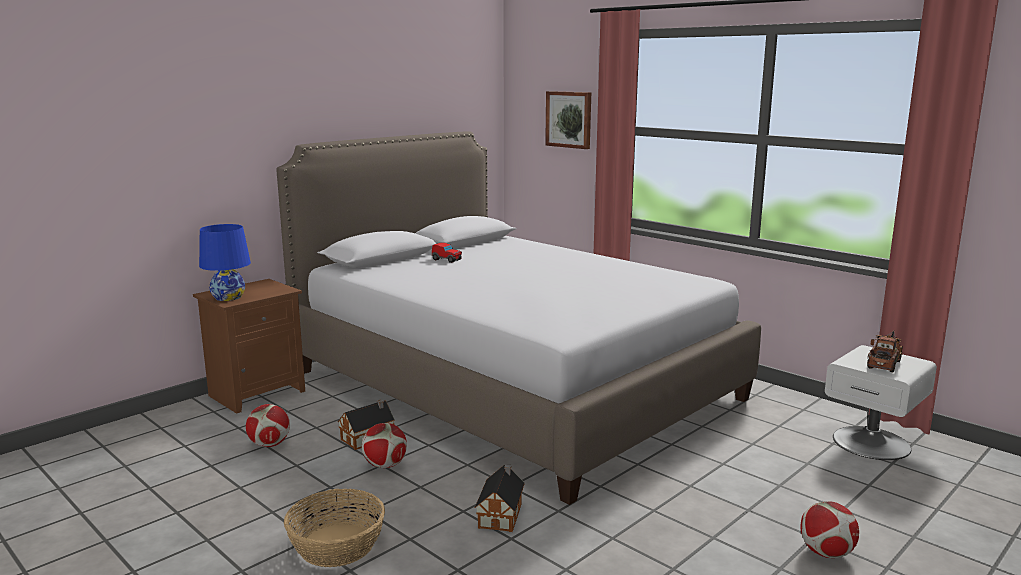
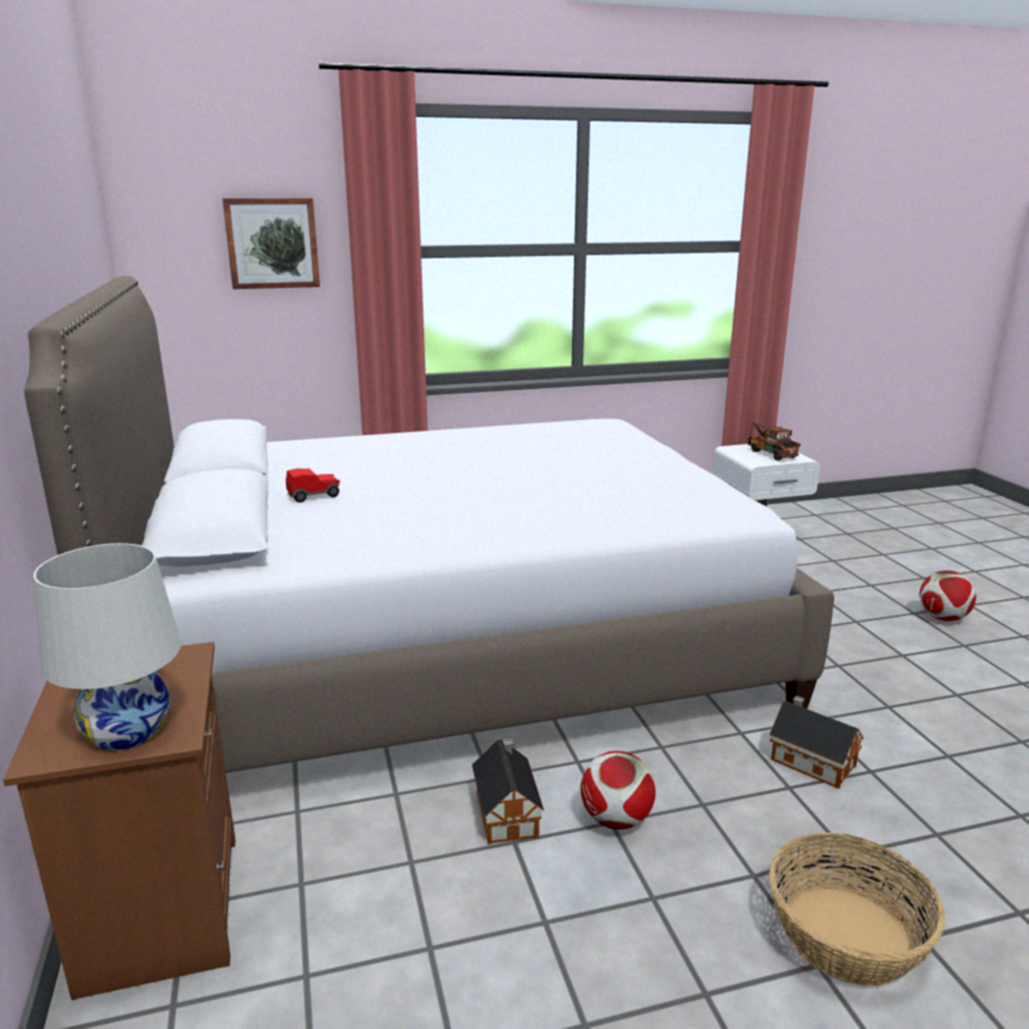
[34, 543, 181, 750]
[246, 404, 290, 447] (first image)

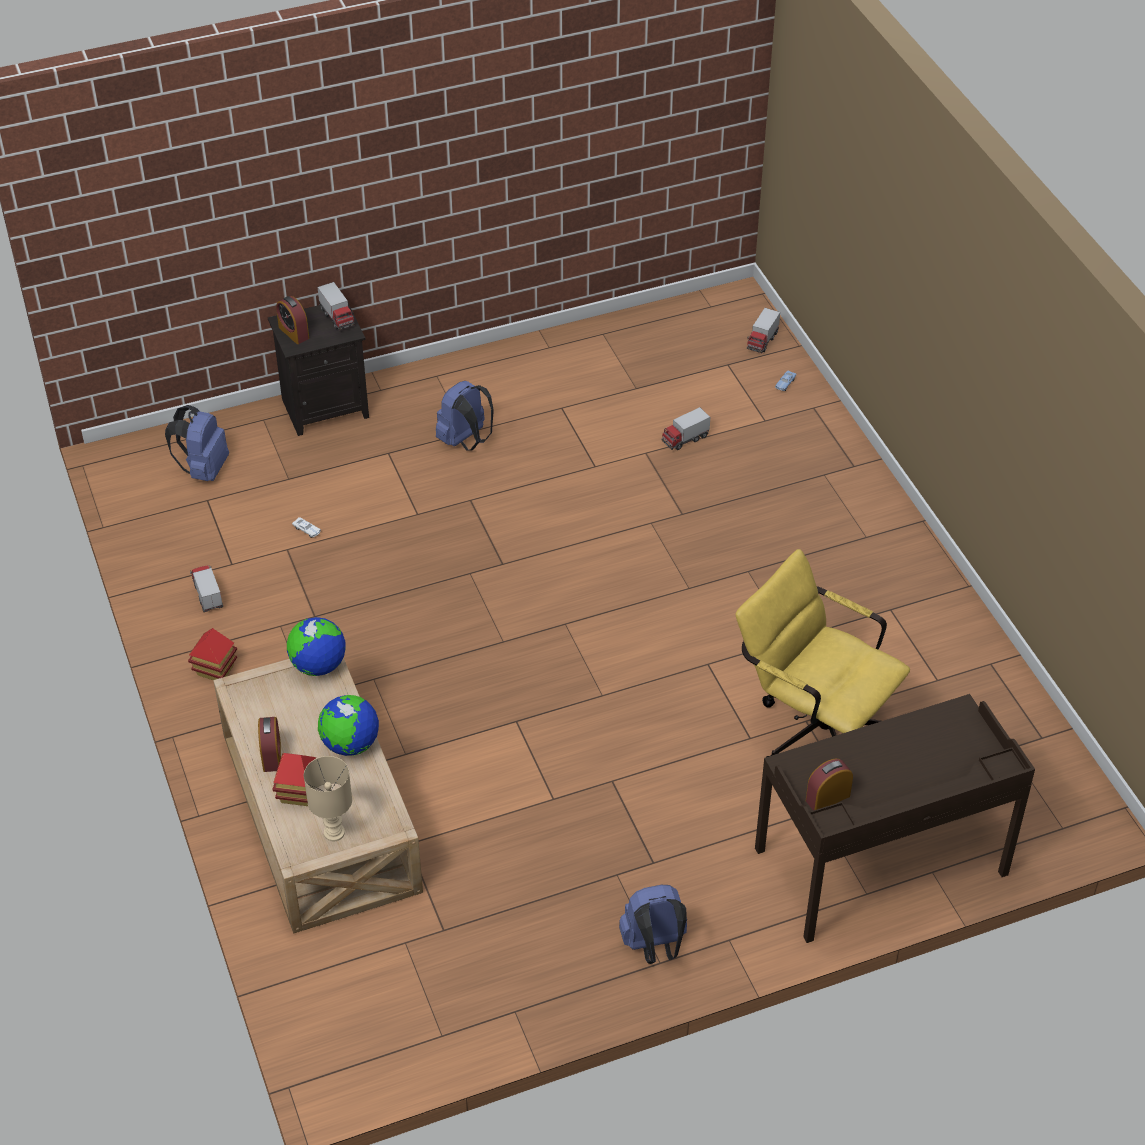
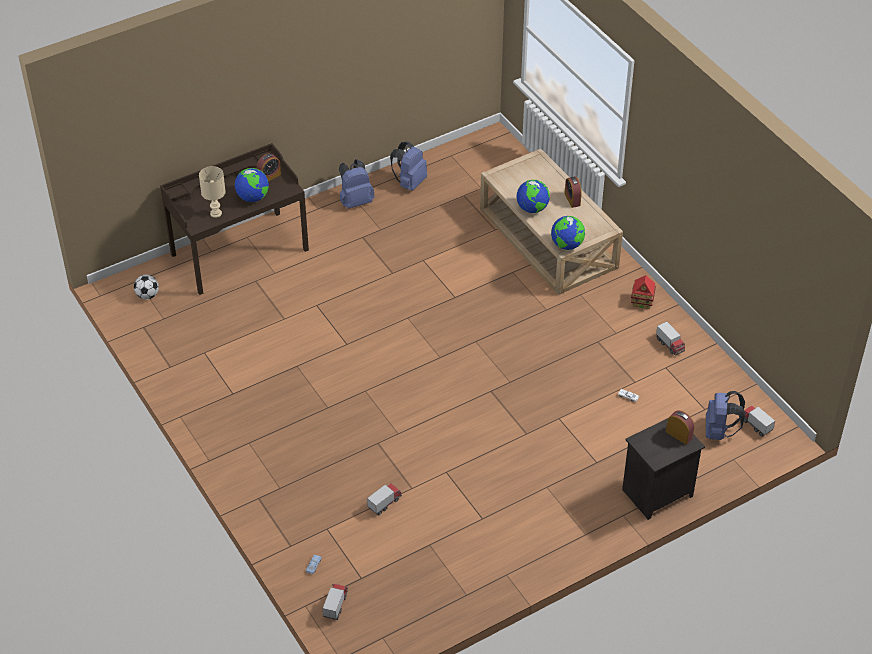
[744, 406, 775, 437]
[390, 141, 427, 191]
[736, 549, 910, 757] (first image)
[273, 753, 317, 806] (first image)
[199, 166, 226, 218]
[235, 168, 269, 202]
[134, 275, 159, 299]

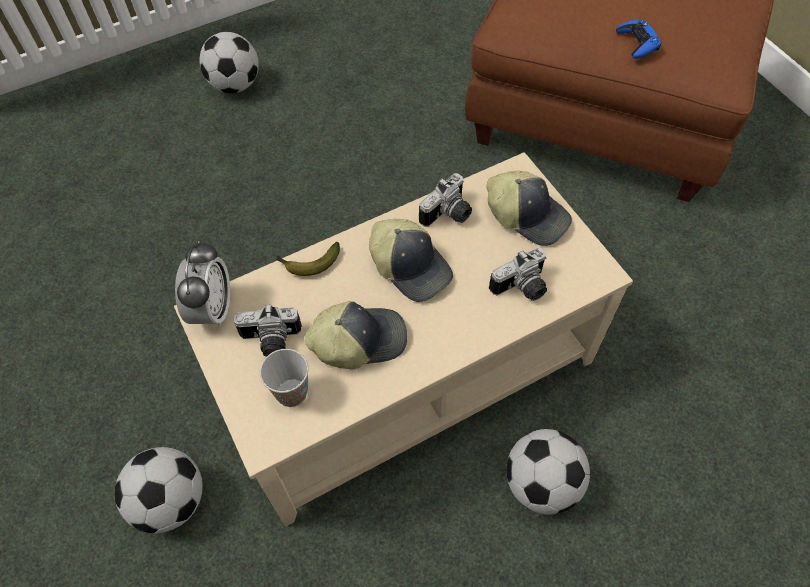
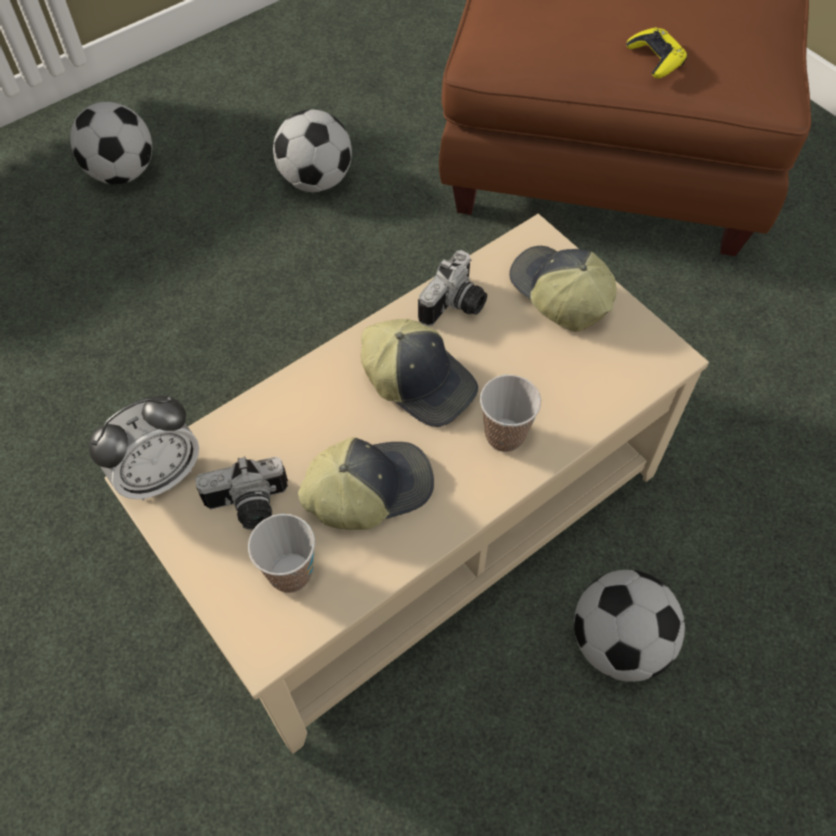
[626, 27, 687, 78]
[509, 246, 617, 332]
[89, 395, 199, 501]
[276, 242, 340, 276] (first image)
[489, 247, 547, 301] (first image)
[273, 109, 352, 192]
[480, 375, 541, 452]

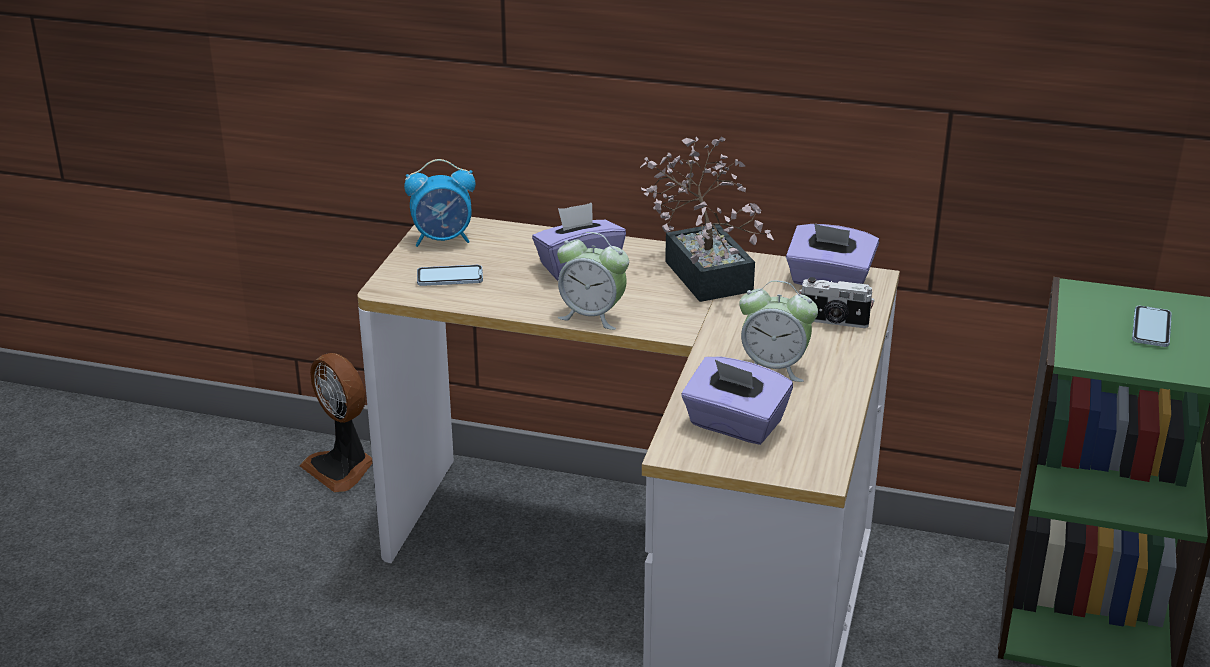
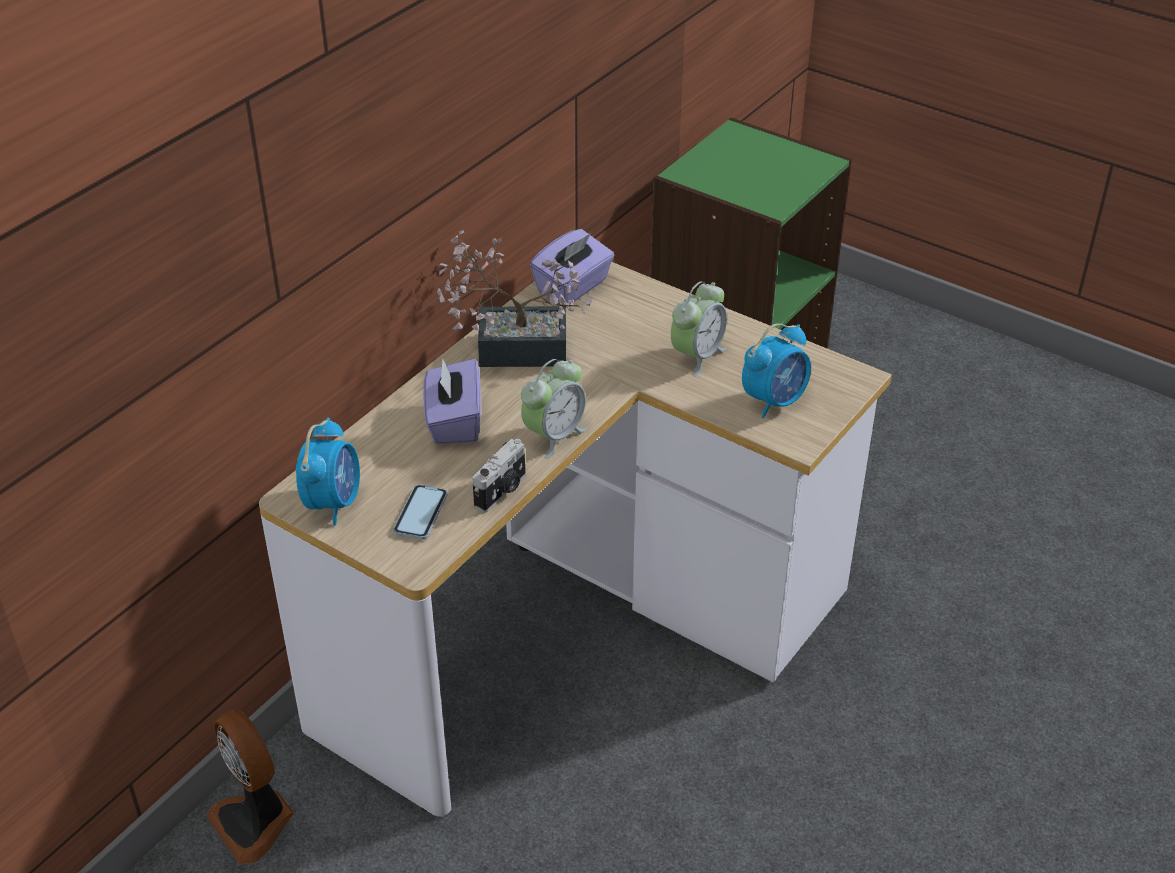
[472, 439, 526, 513]
[1132, 306, 1172, 347] (first image)
[206, 710, 294, 864]
[742, 323, 811, 418]

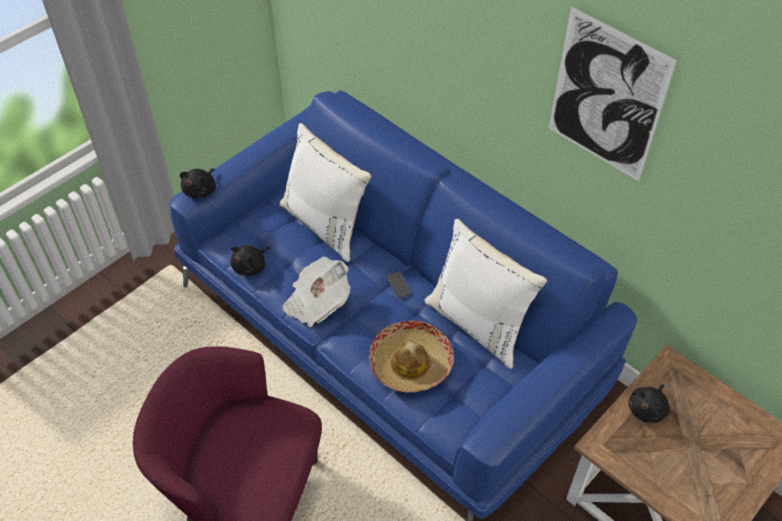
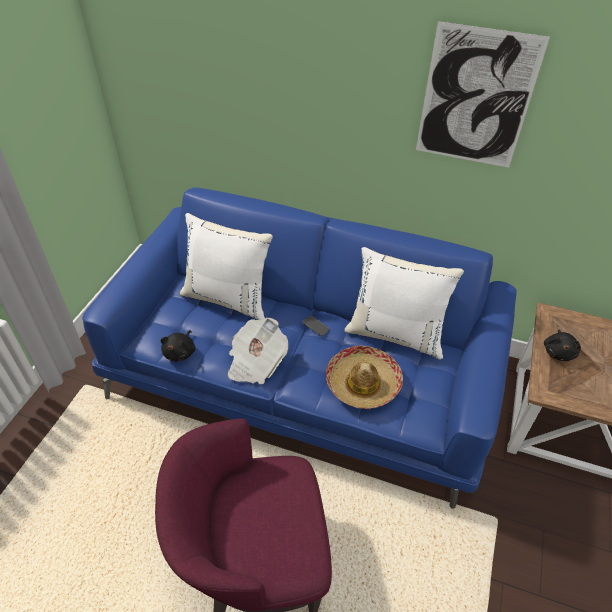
[180, 168, 216, 198] (first image)

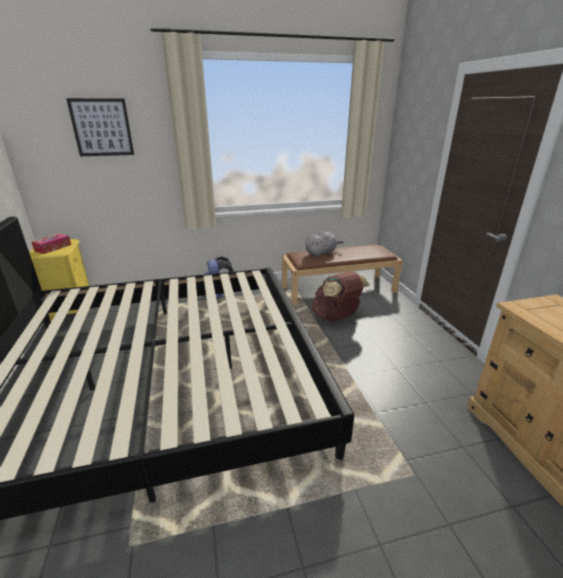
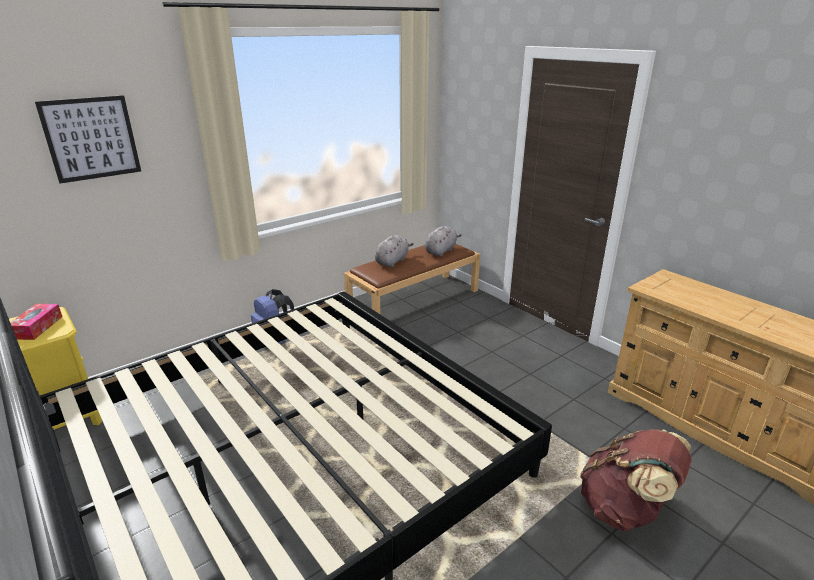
[580, 429, 692, 531]
[425, 226, 462, 256]

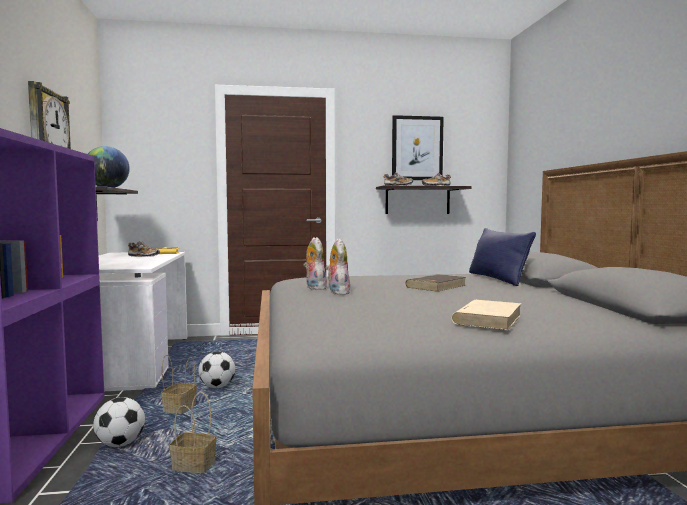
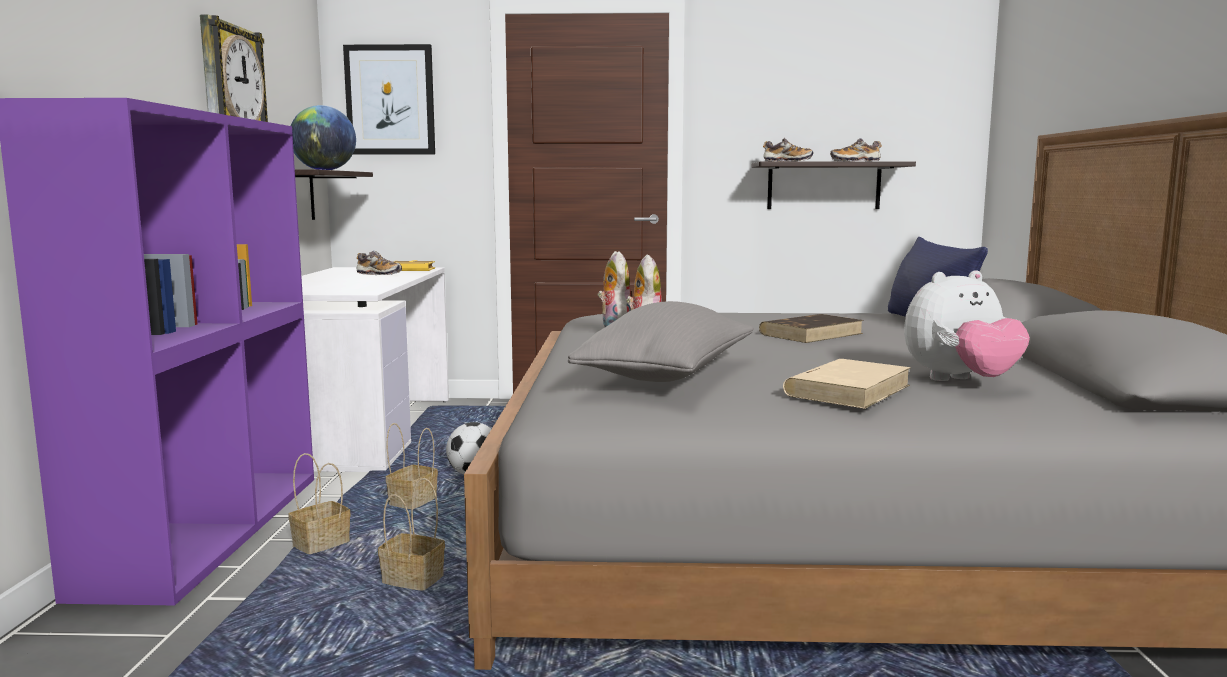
[343, 44, 435, 154]
[288, 453, 350, 554]
[904, 270, 1030, 381]
[568, 301, 754, 382]

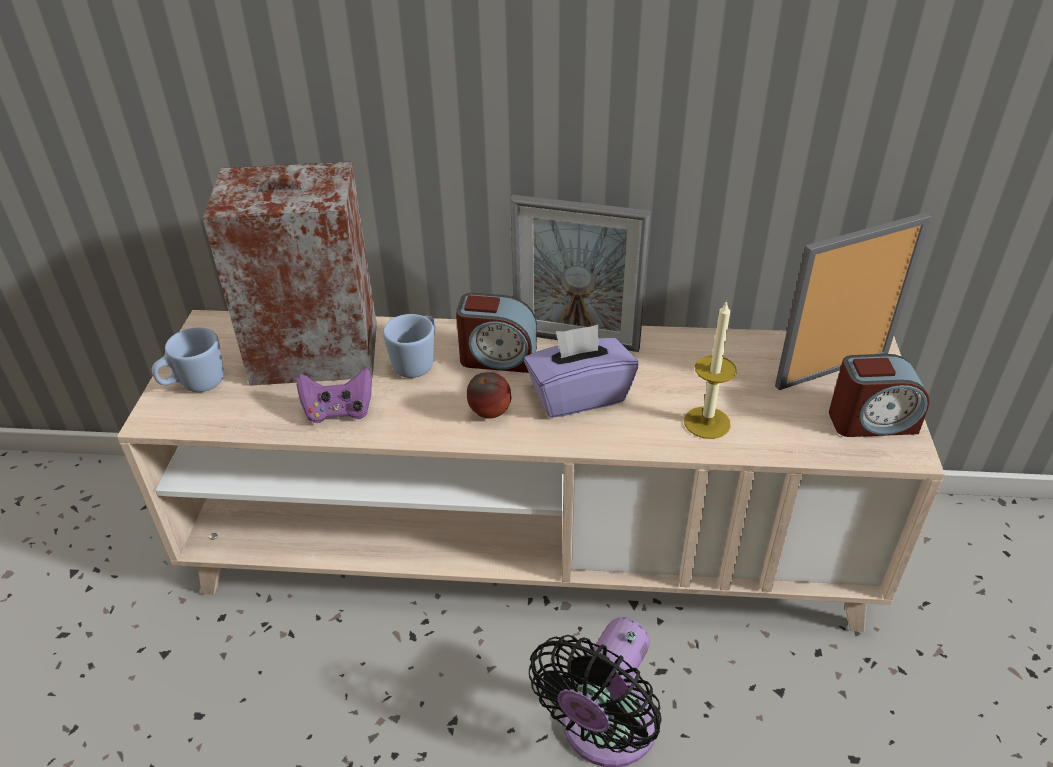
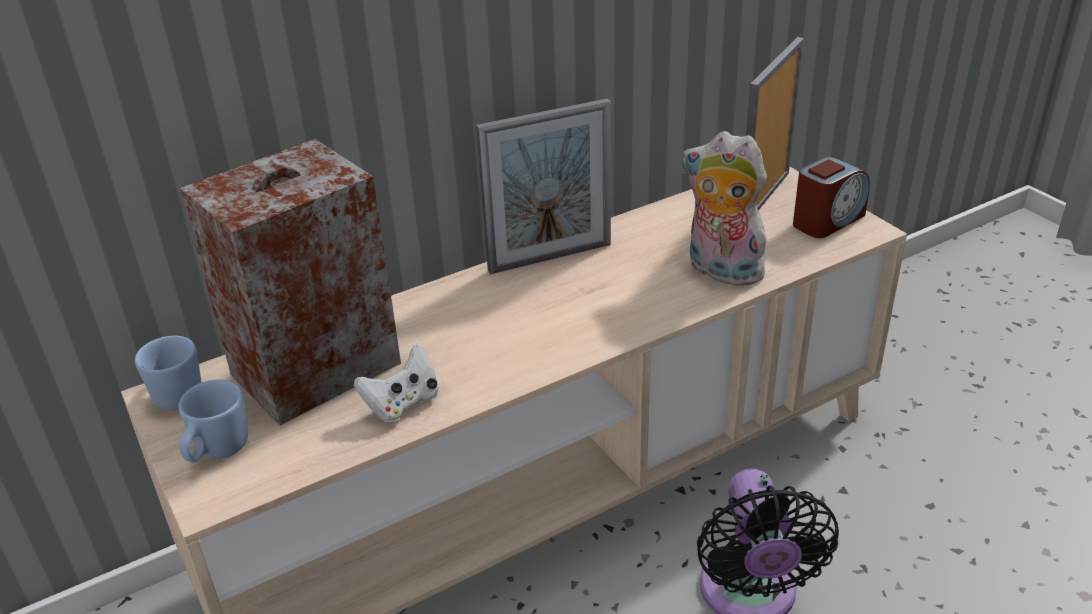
[456, 293, 537, 373] (first image)
[683, 131, 770, 286]
[135, 336, 202, 410]
[524, 324, 639, 418] (first image)
[354, 345, 439, 423]
[467, 372, 511, 419] (first image)

